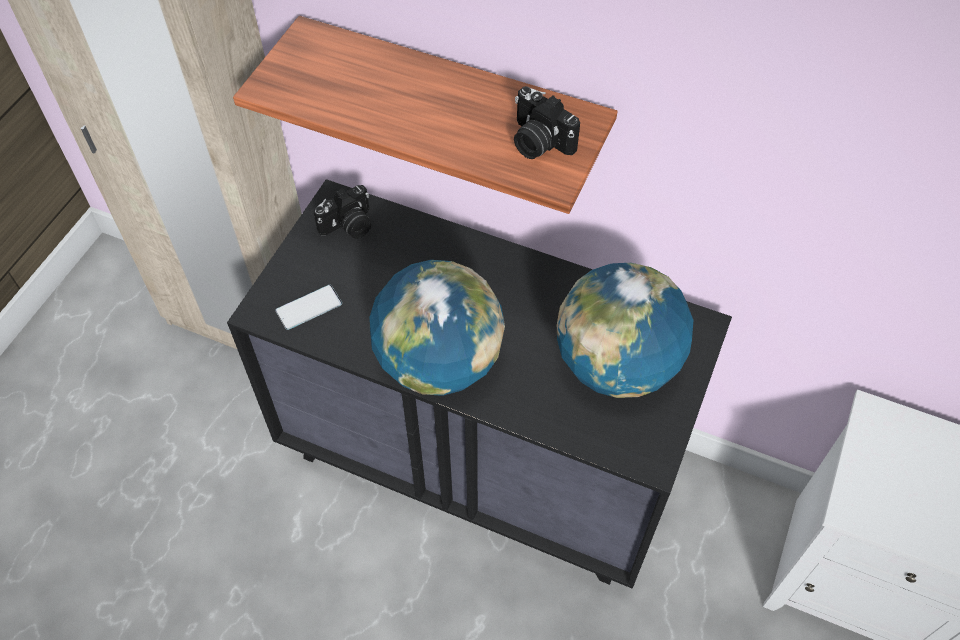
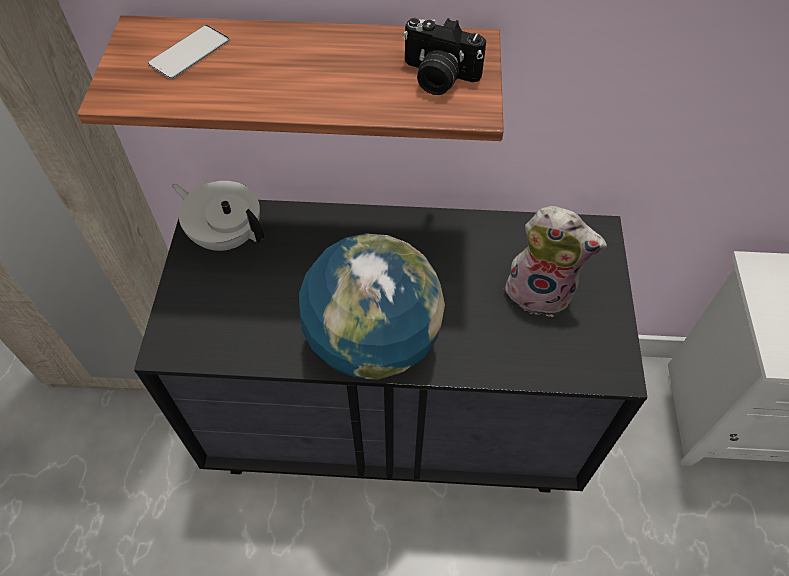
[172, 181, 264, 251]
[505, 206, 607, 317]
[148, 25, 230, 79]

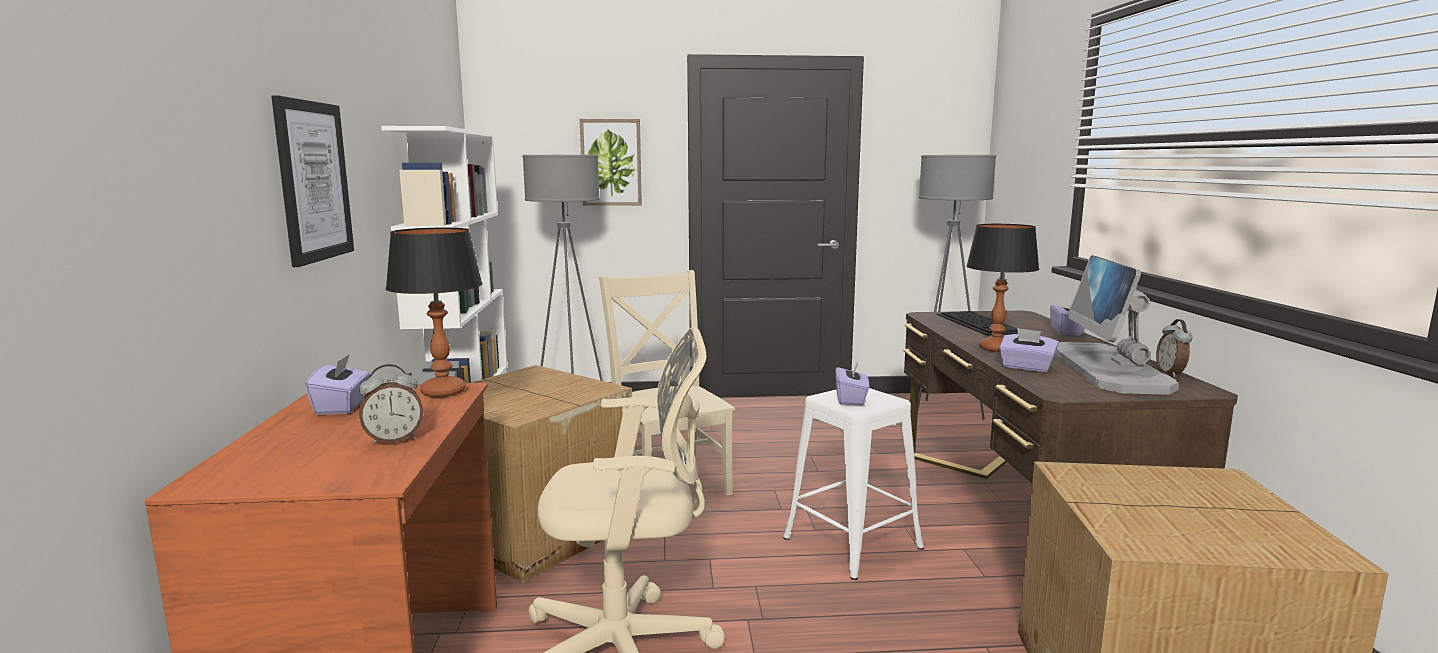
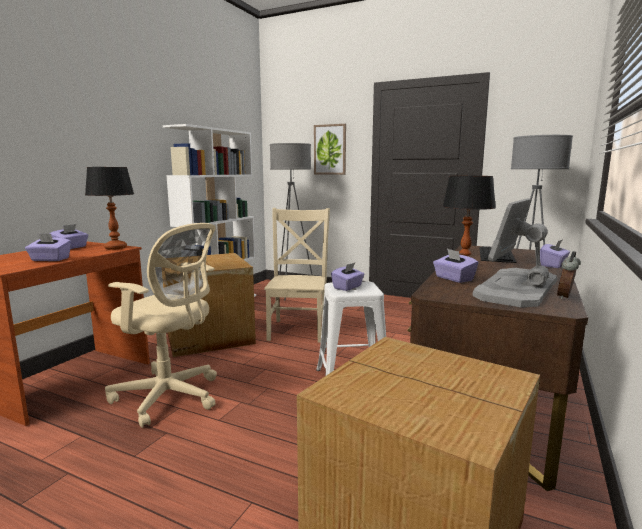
[271, 95, 354, 267] (first image)
[25, 233, 71, 261]

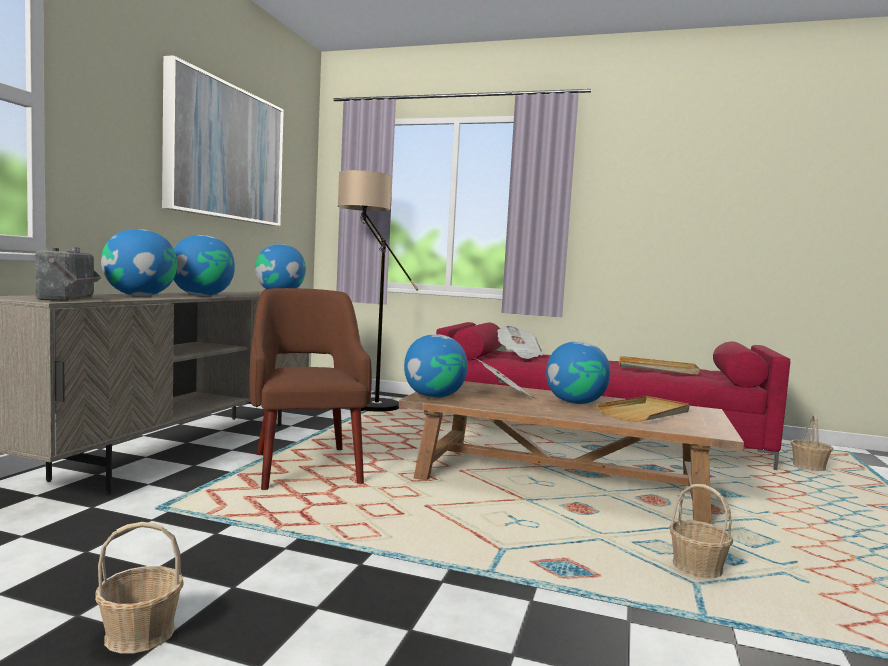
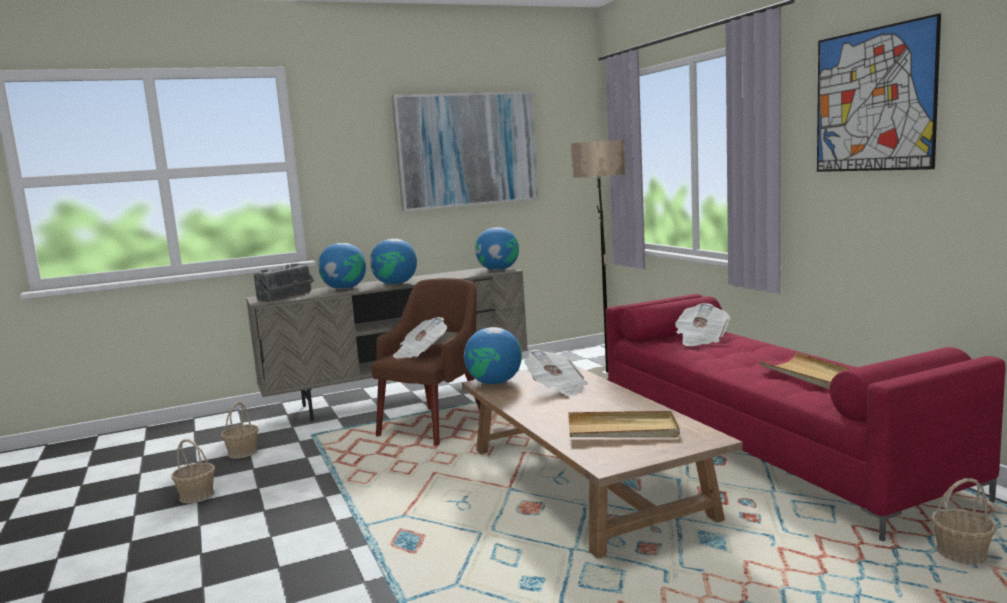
[546, 341, 610, 404] (first image)
[221, 402, 259, 459]
[817, 13, 941, 172]
[393, 317, 447, 358]

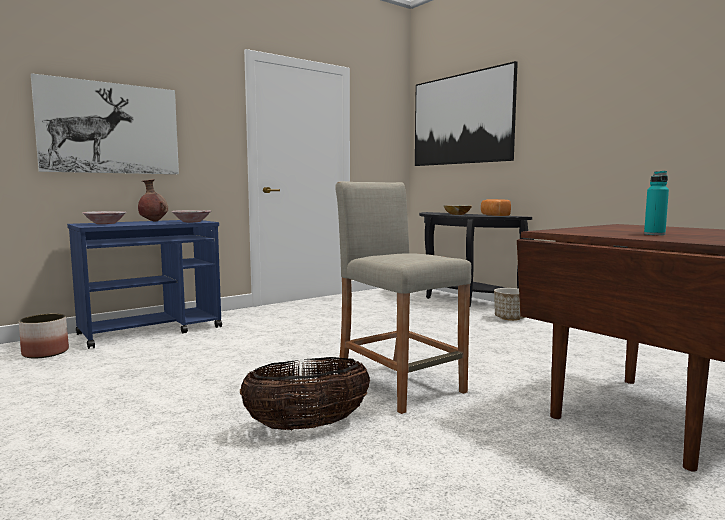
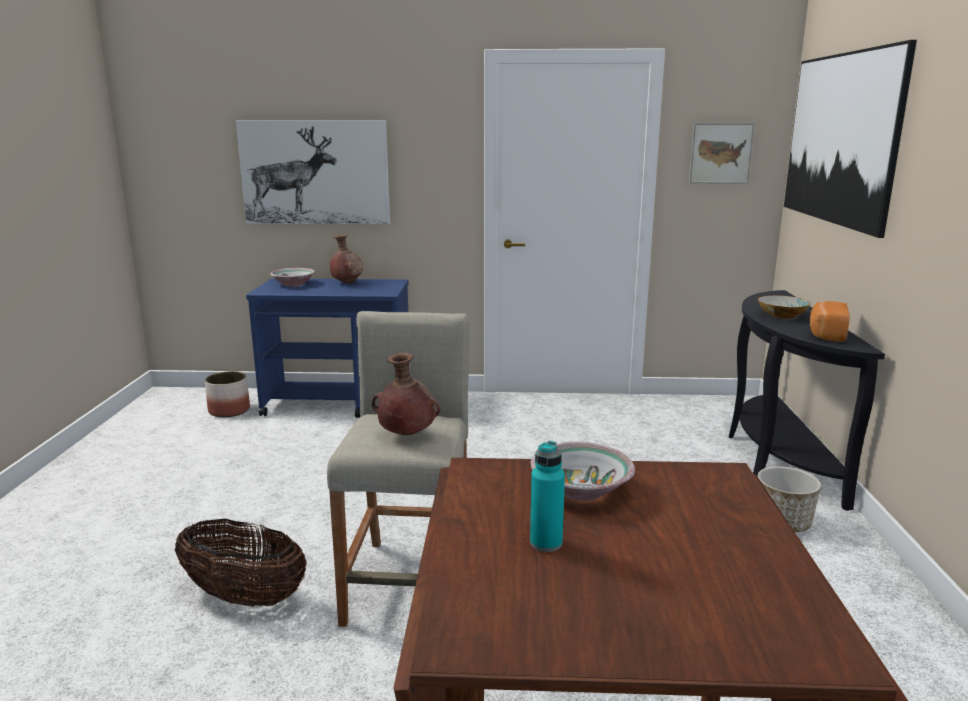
[531, 442, 635, 501]
[689, 123, 754, 184]
[372, 353, 441, 435]

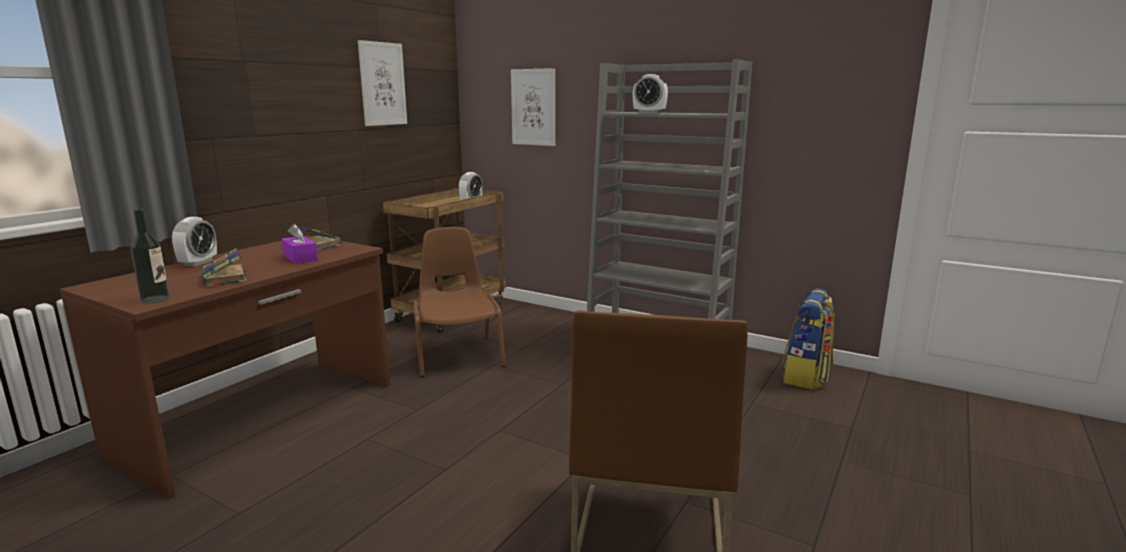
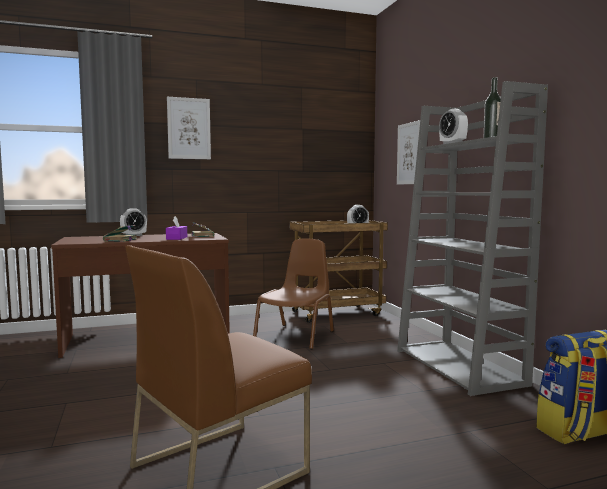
[167, 97, 211, 159]
[484, 77, 501, 138]

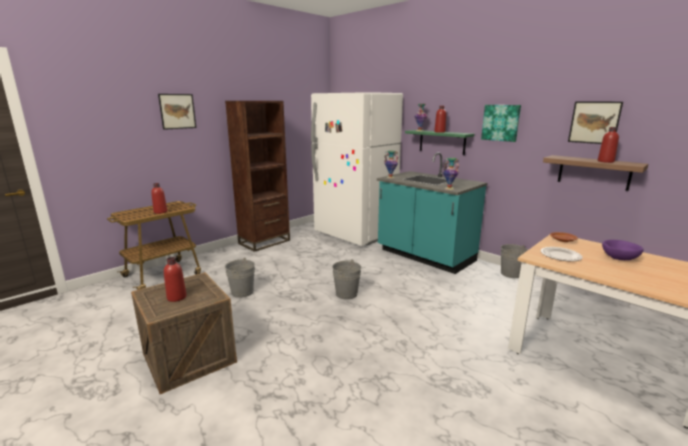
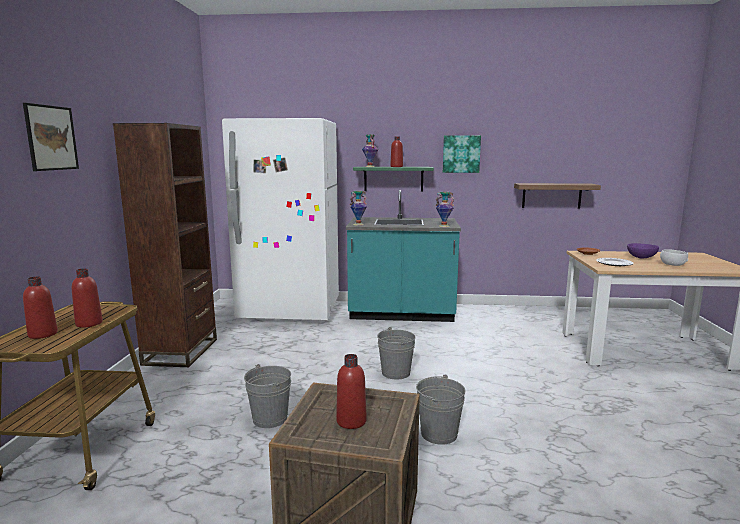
[568, 102, 623, 144] (first image)
[23, 276, 58, 339]
[416, 374, 466, 445]
[660, 249, 688, 266]

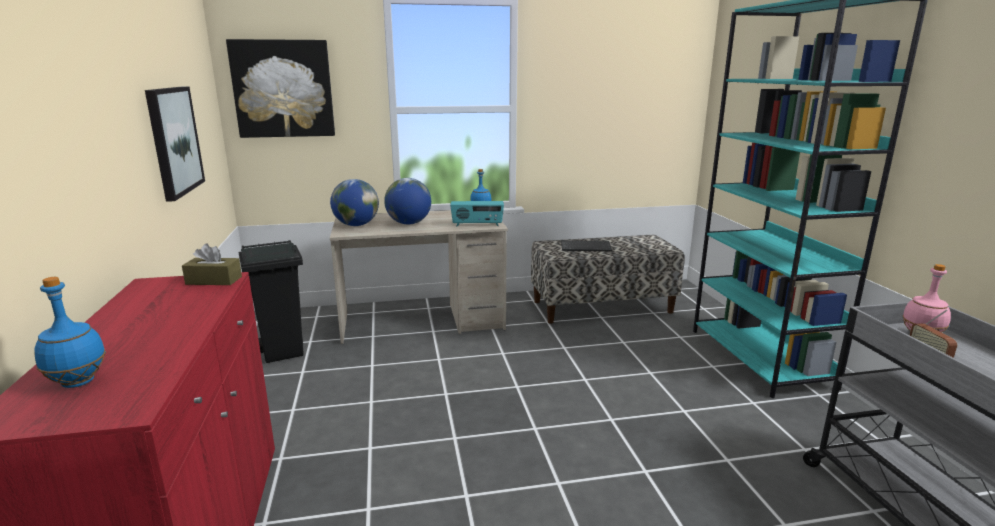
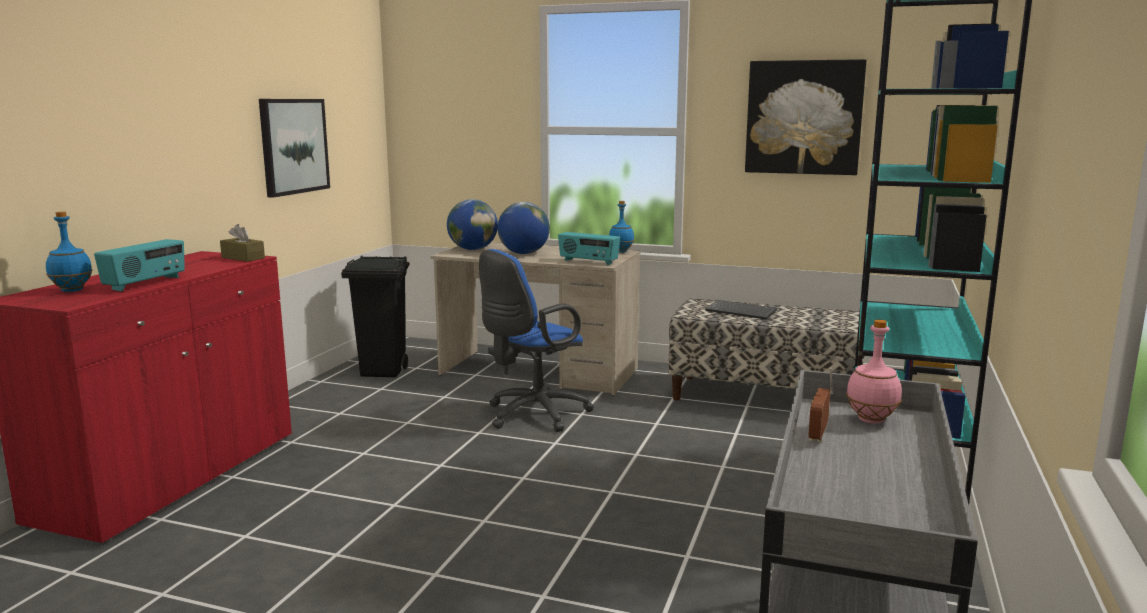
[745, 59, 866, 175]
[94, 239, 185, 291]
[479, 249, 594, 432]

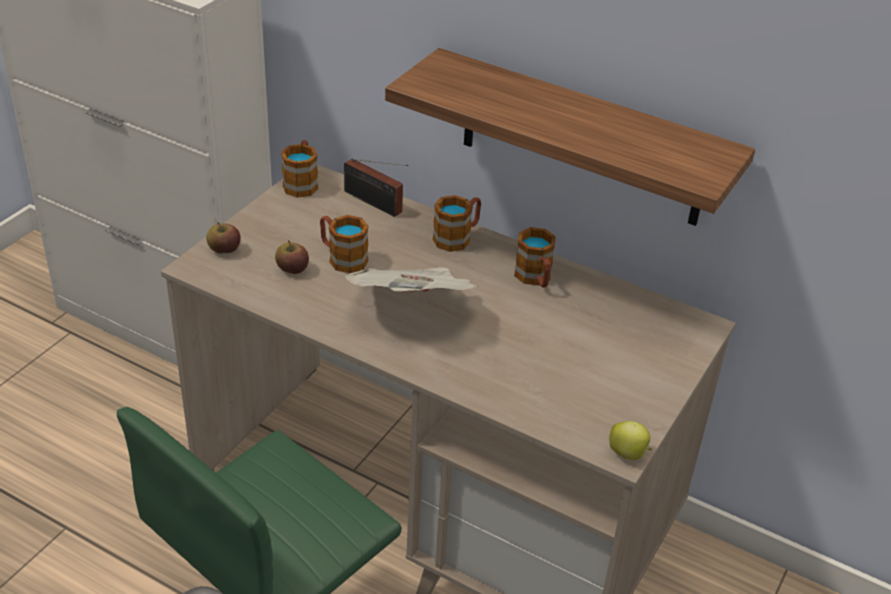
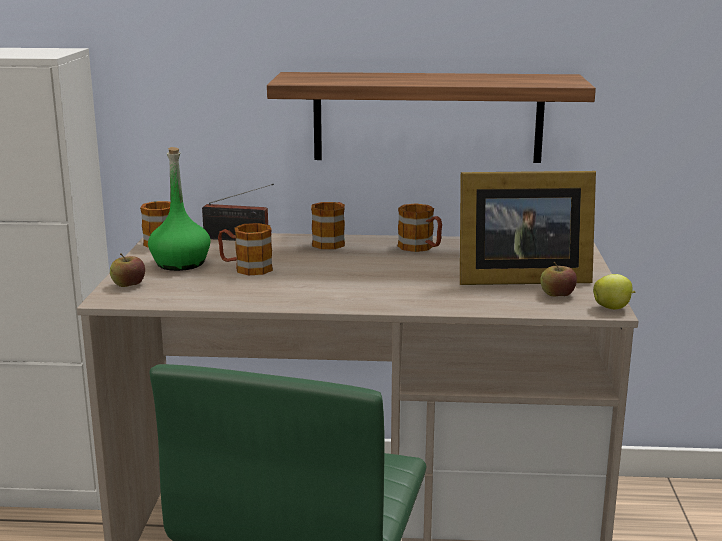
[540, 262, 577, 296]
[345, 267, 479, 293] (first image)
[148, 147, 211, 271]
[460, 171, 596, 285]

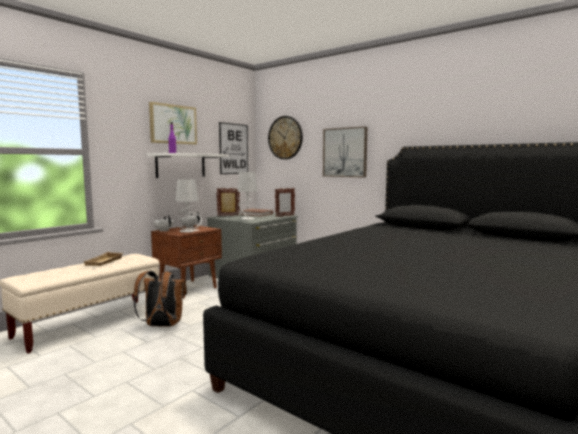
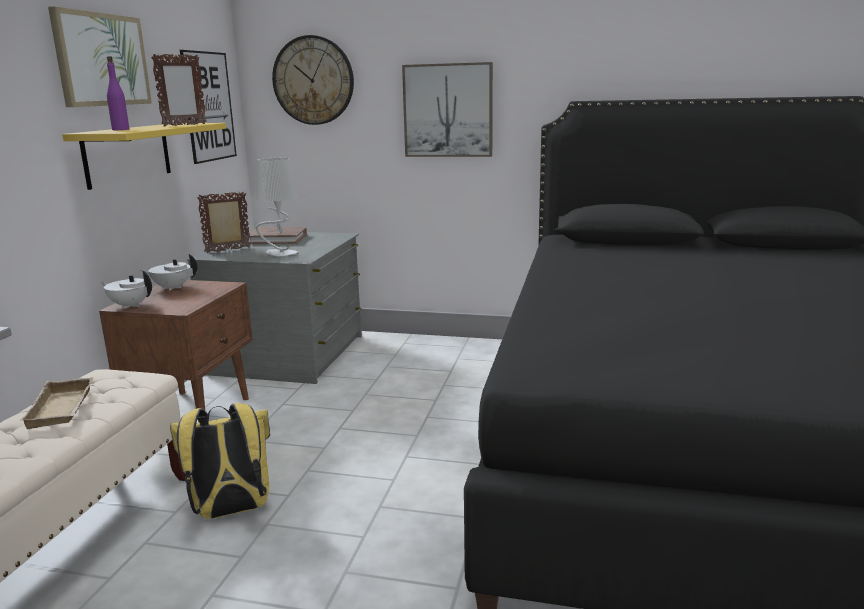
[62, 123, 226, 190]
[176, 179, 202, 233] (first image)
[151, 54, 207, 127]
[170, 403, 270, 519]

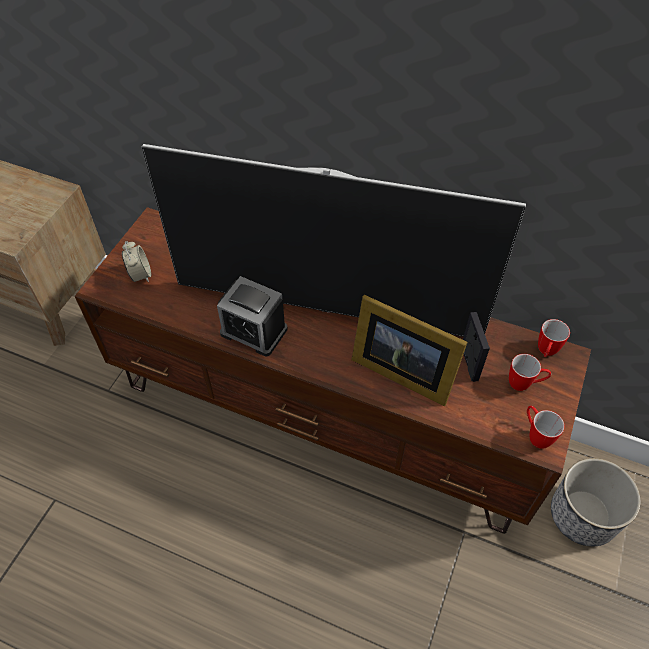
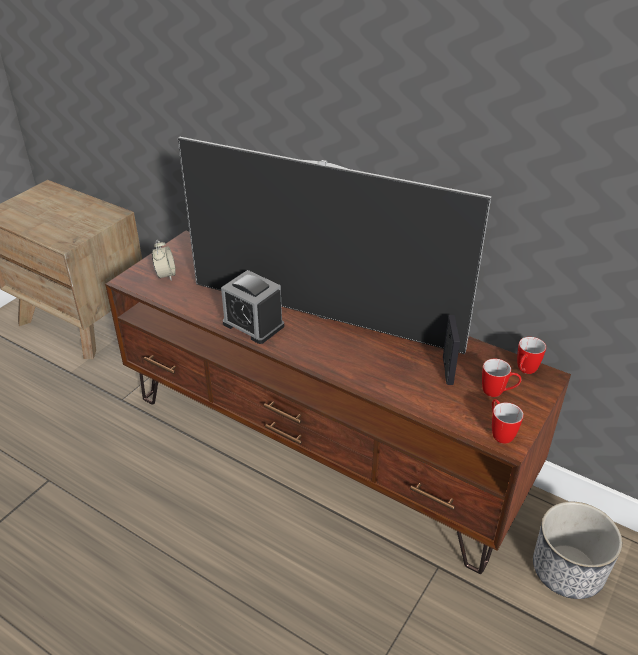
[351, 295, 468, 406] (first image)

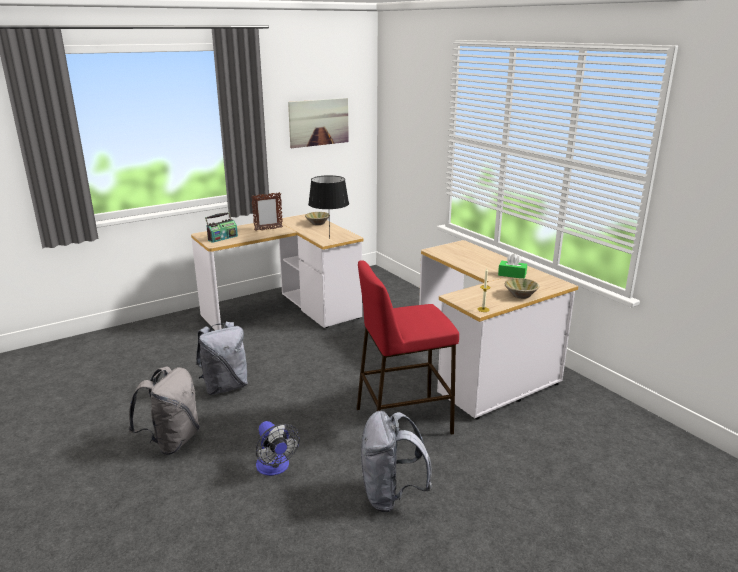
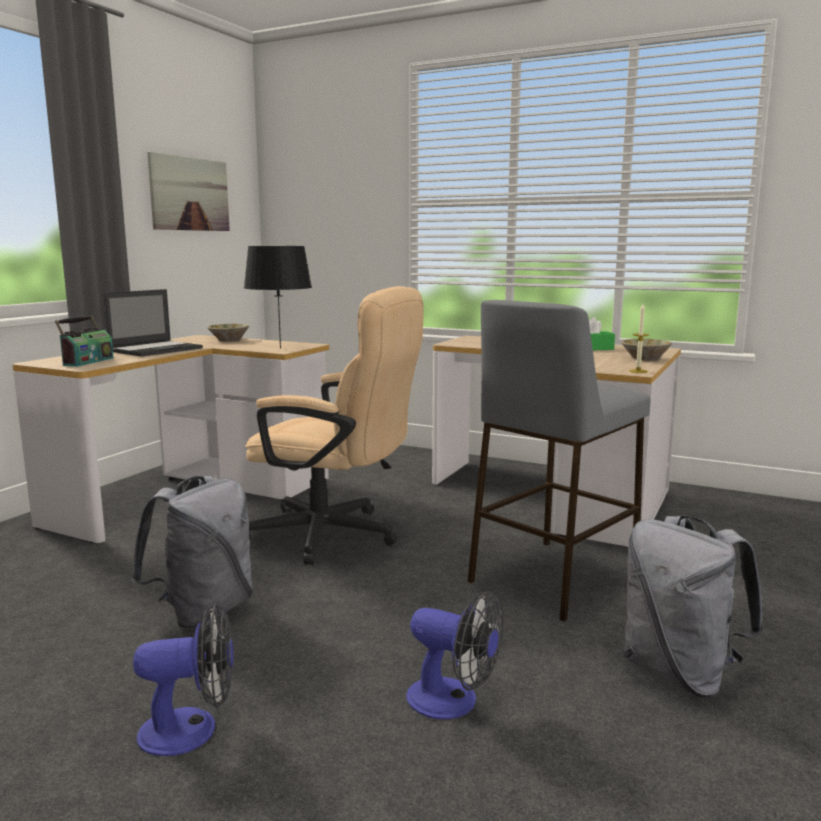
[103, 289, 203, 357]
[468, 300, 650, 622]
[133, 603, 233, 756]
[245, 286, 424, 565]

